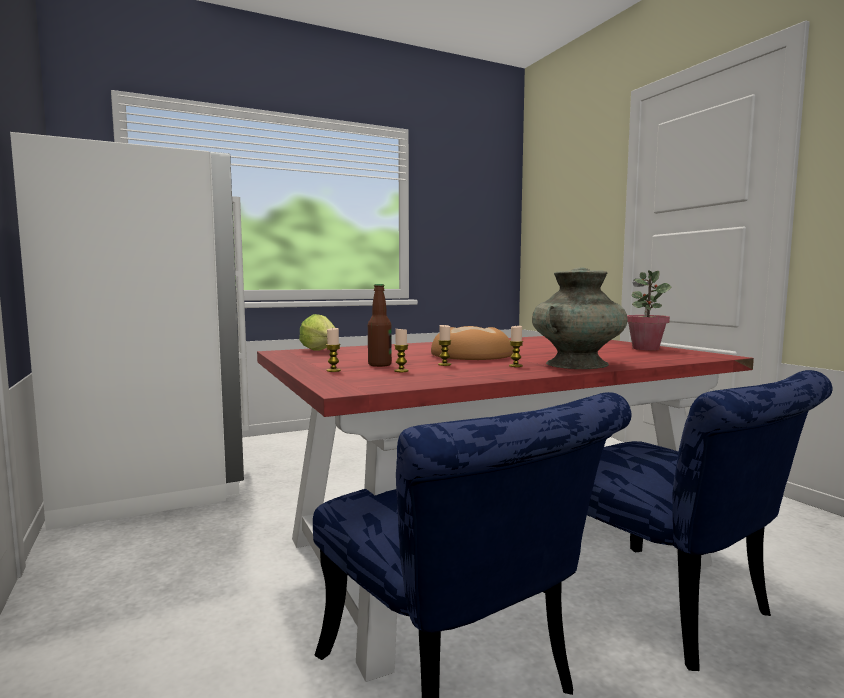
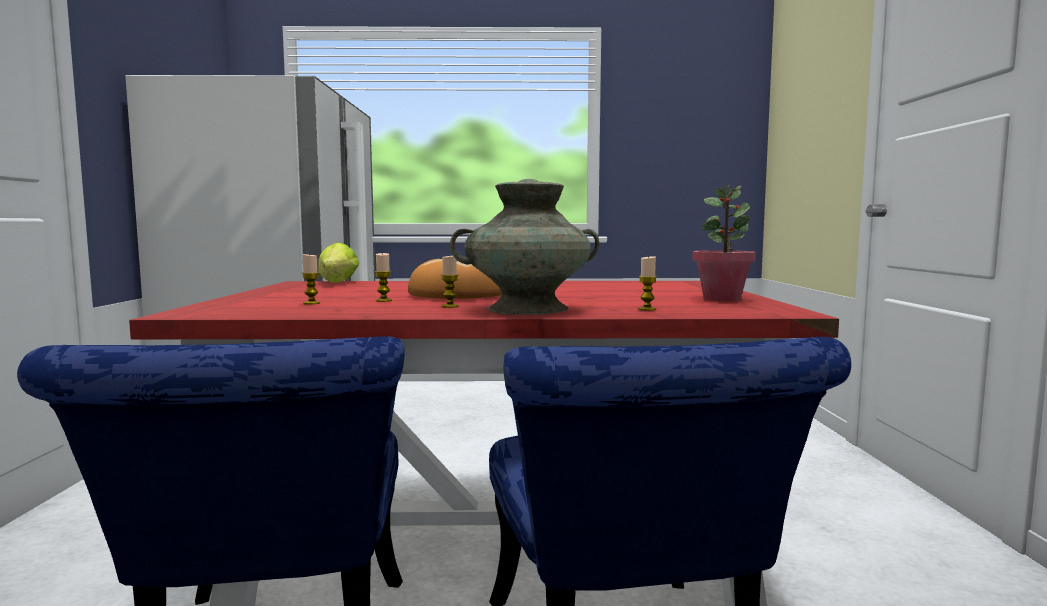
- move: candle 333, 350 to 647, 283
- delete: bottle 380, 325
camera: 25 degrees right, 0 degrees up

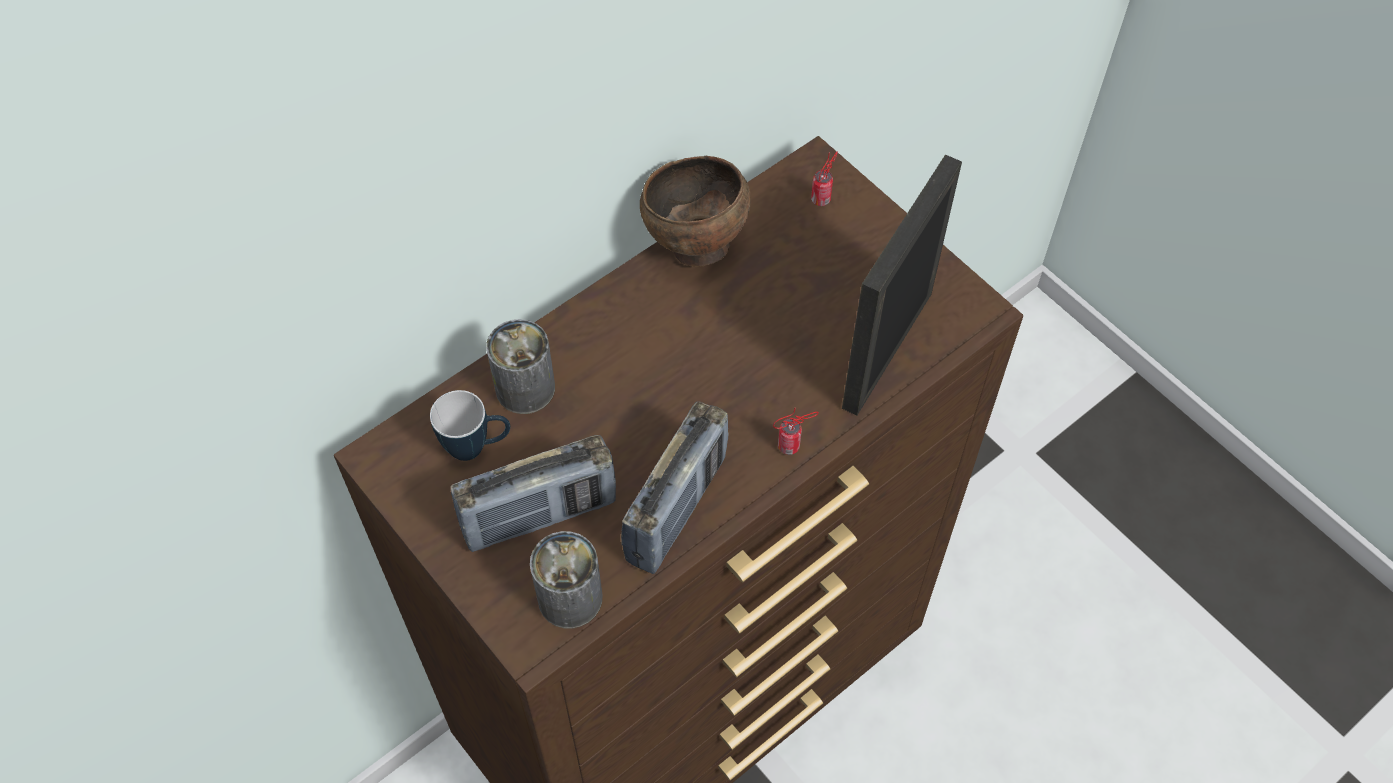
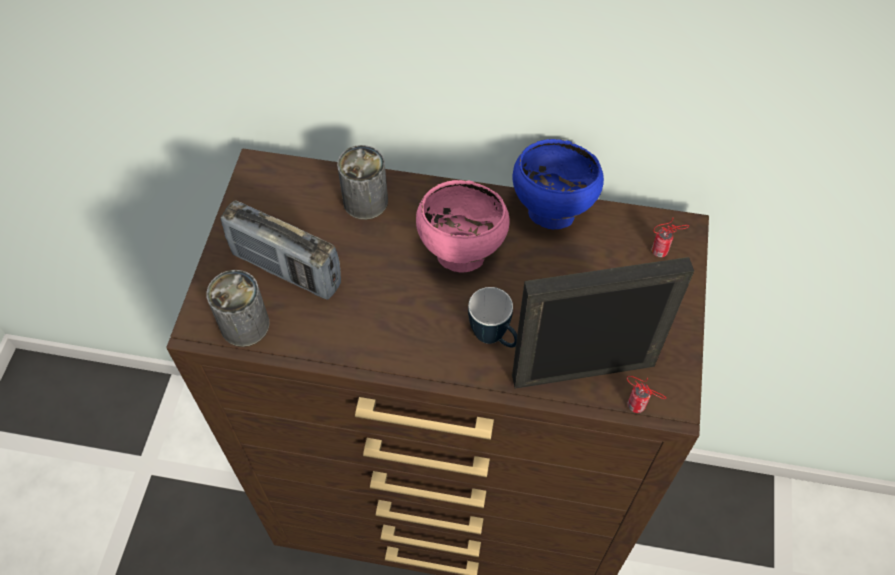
- move: mug 470, 425 to 492, 317
- delete: radio 675, 487
- recolor: bowl (brown) 695, 211 to bowl (blue) 558, 184
- move: can 796, 431 to 646, 394
- insert: bowl (pink) 463, 226
camera: 50 degrees right, 0 degrees up

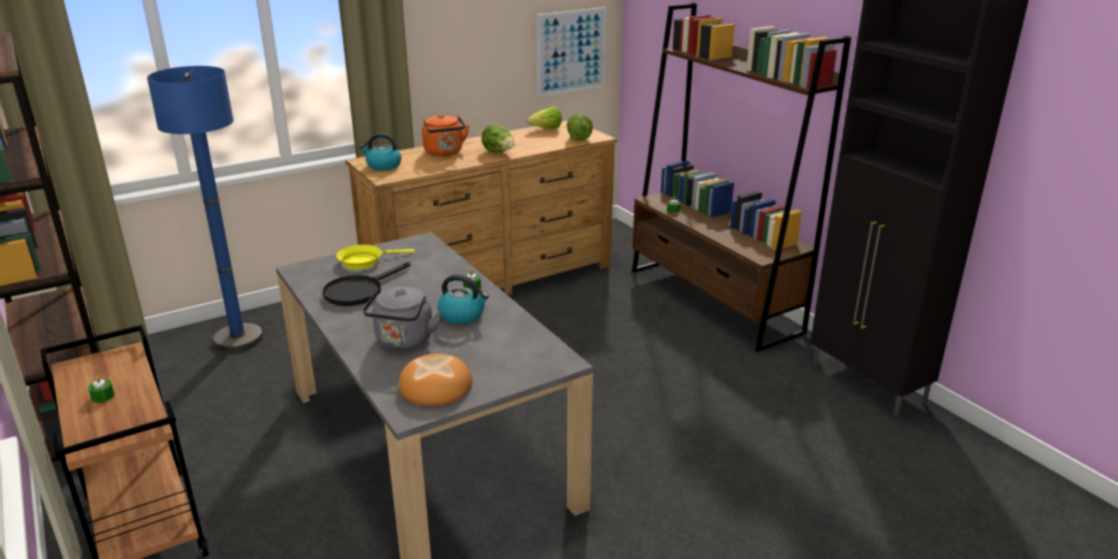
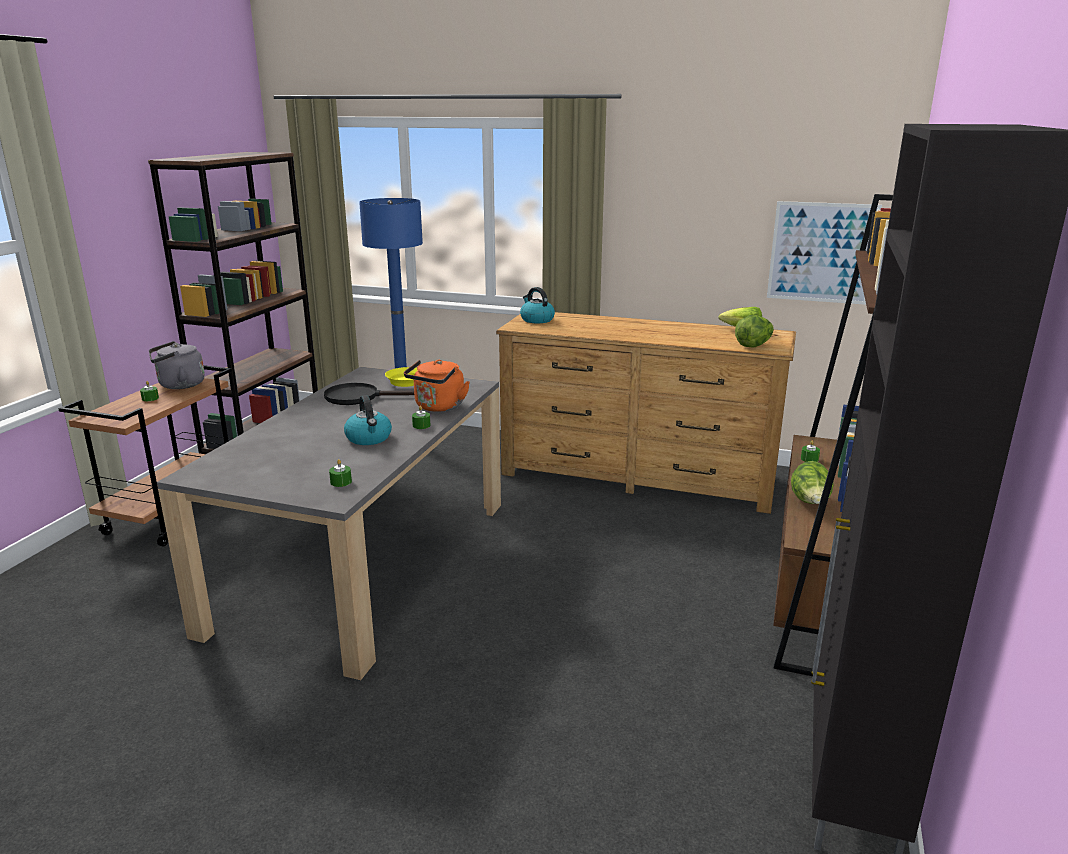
- move: kettle (grey) 402, 318 to 177, 365
- delete: bread 435, 380
- move: kettle (orange) 446, 135 to 437, 385
- move: lettuce 497, 138 to 812, 482
- insert: candle (green) 340, 473
camera: 50 degrees right, 5 degrees down

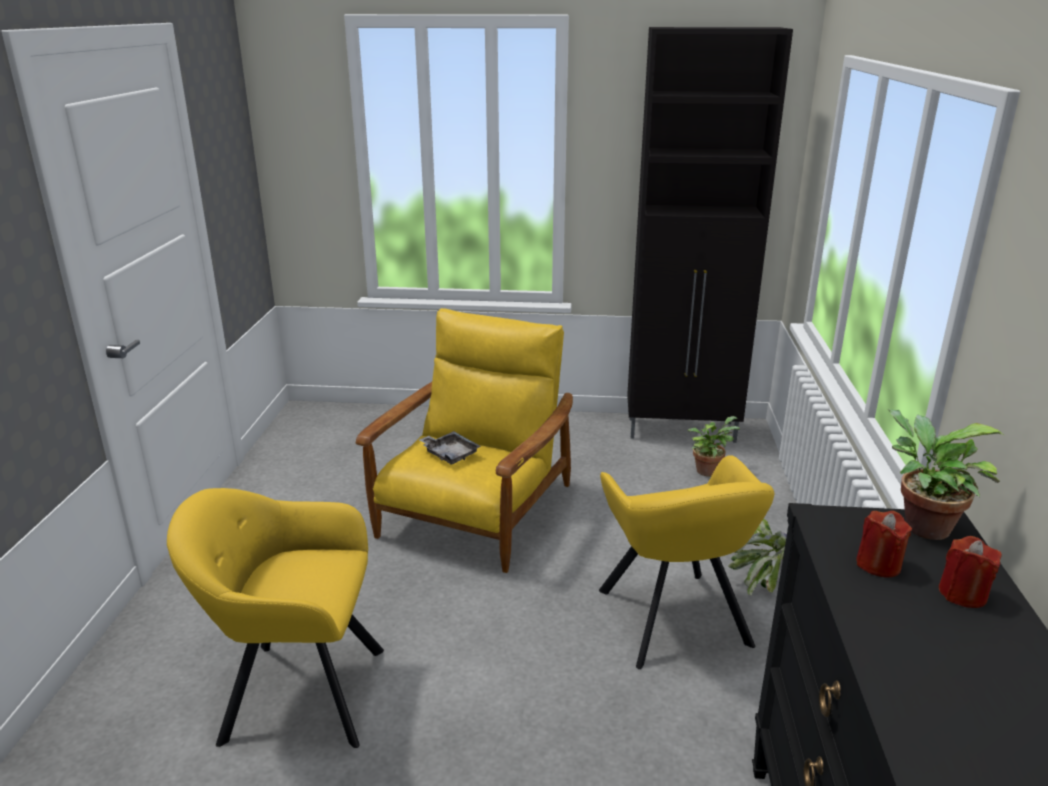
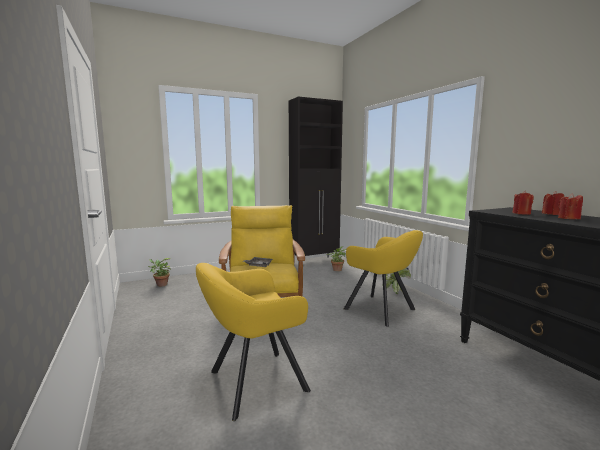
- move: potted plant 946, 474 to 159, 272
- insert: candle (red) 570, 206
camera: 30 degrees left, 15 degrees down

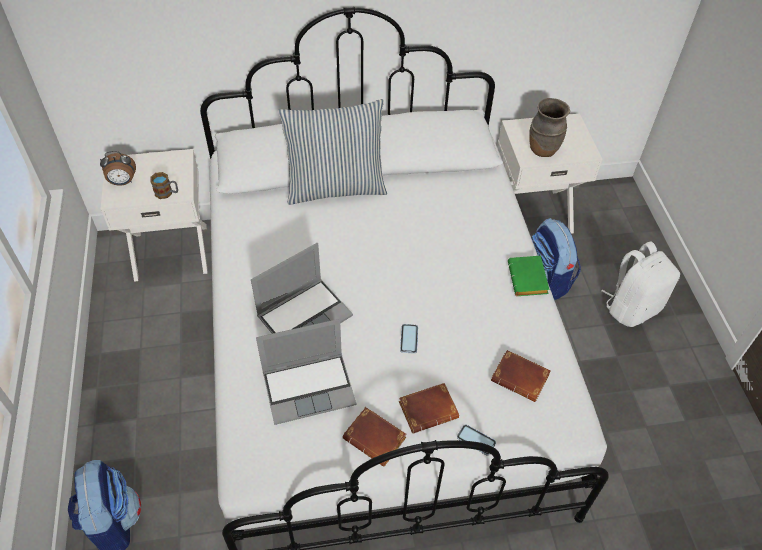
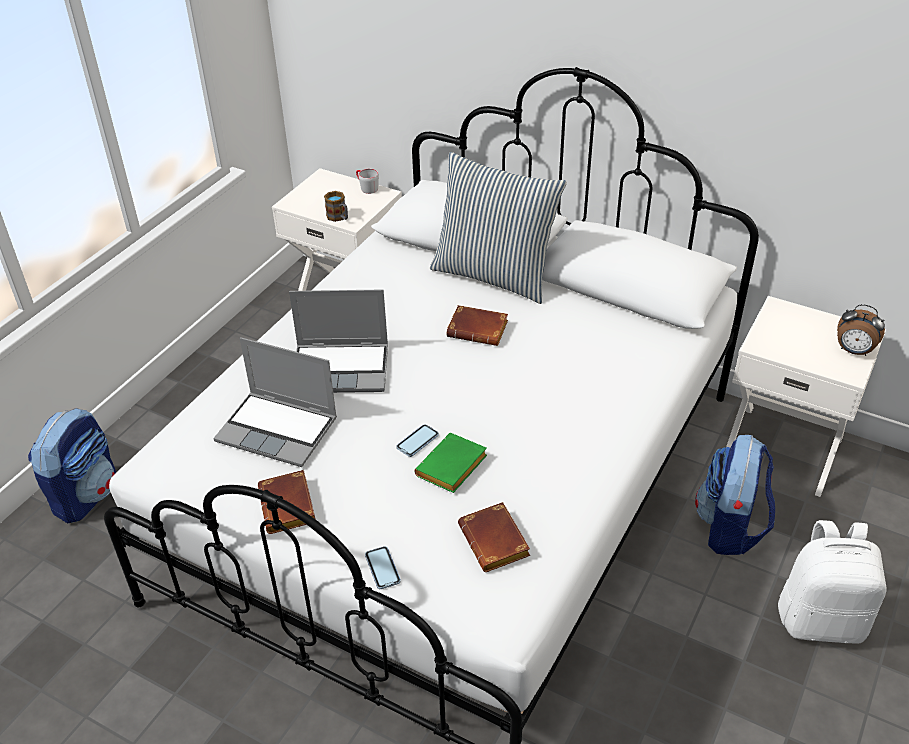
- move: alarm clock 118, 168 to 861, 330
- move: book (brown) 429, 408 to 477, 325
- move: book (green) 529, 276 to 450, 463
- delete: vase (brown) 549, 127
- insert: mug (grey) 367, 181
camera: 40 degrees right, 10 degrees down

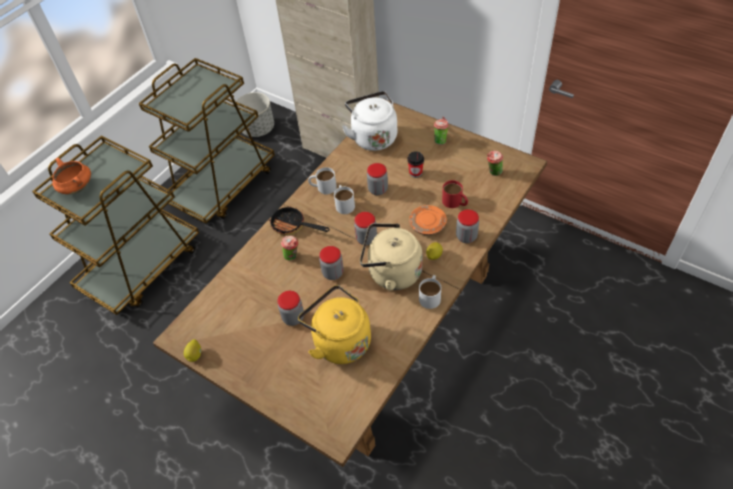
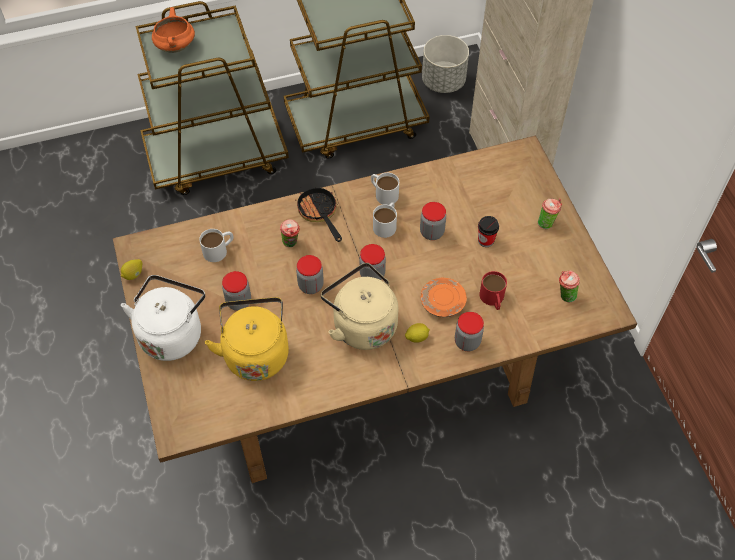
- move: kettle (white) 369, 121 to 163, 318
- move: mug (white) 430, 292 to 216, 245
camera: 35 degrees right, 5 degrees up

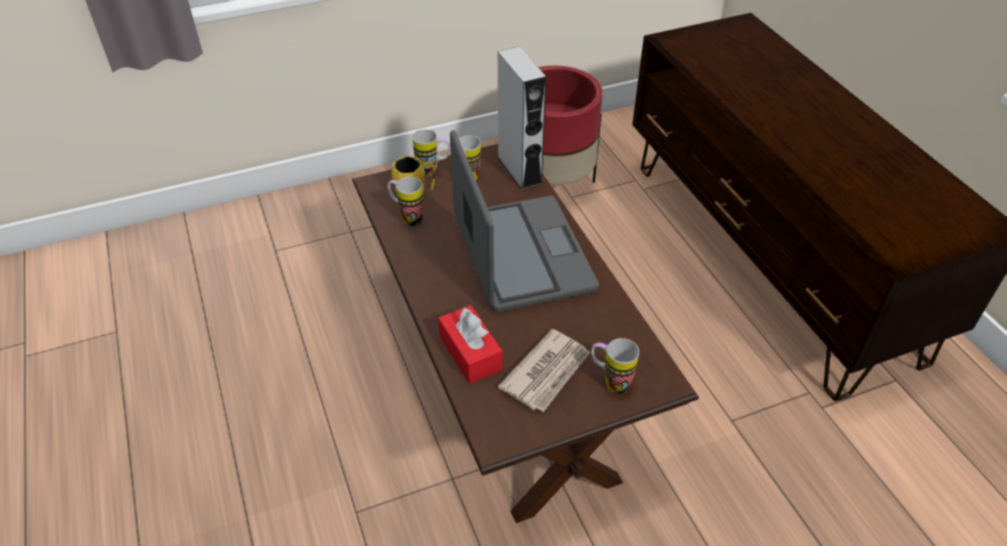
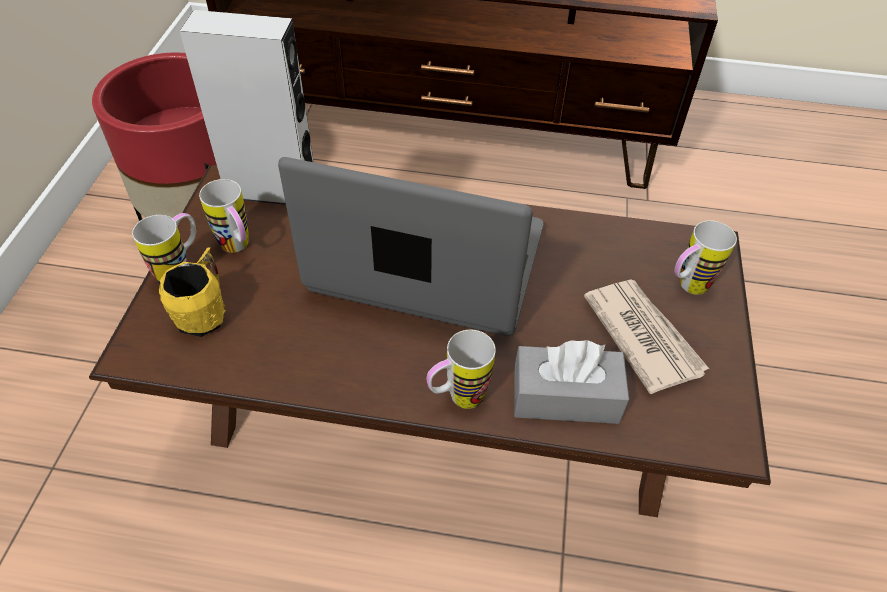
- move: mug 405, 201 to 461, 369
- recolor: tissue box (red) 470, 344 to tissue box (grey) 571, 382
camera: 60 degrees left, 5 degrees up

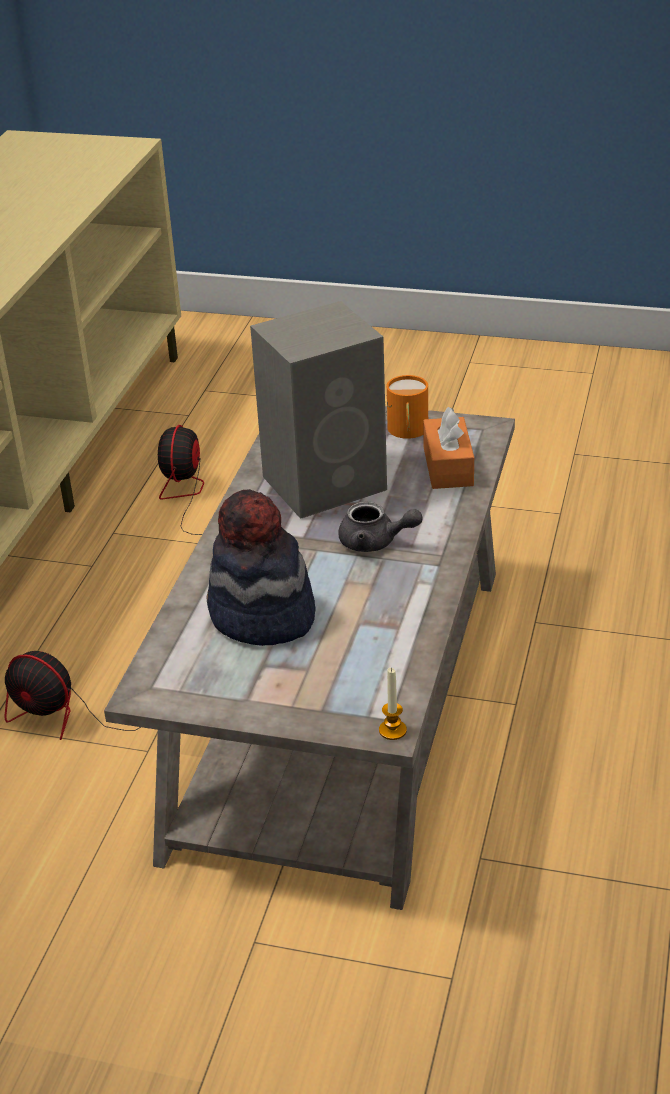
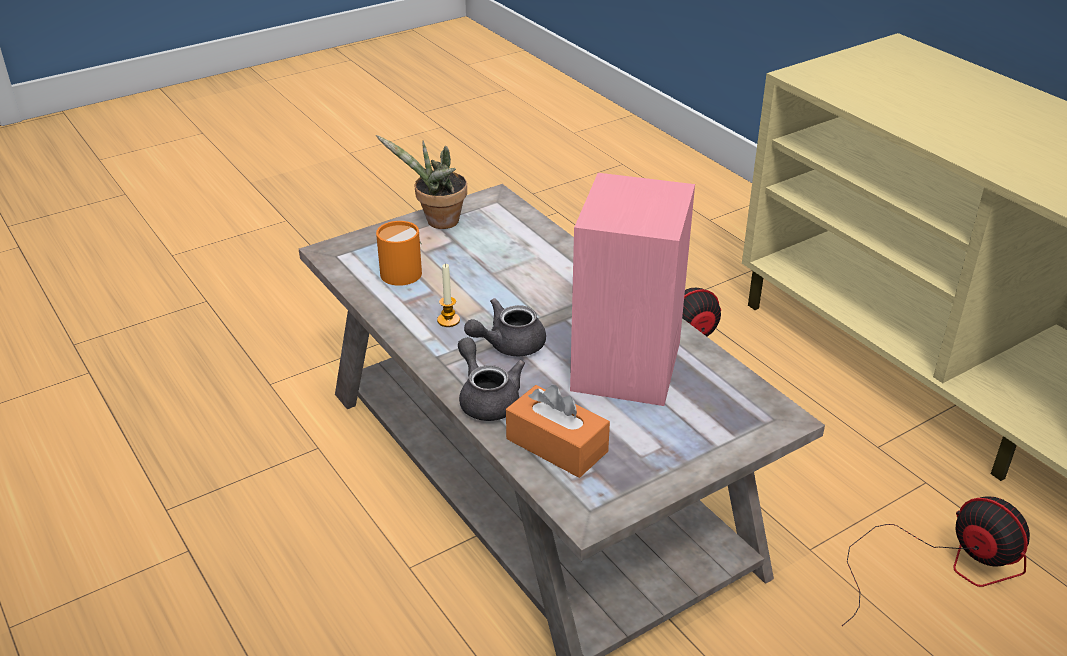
- delete: hat 261, 567
- recolor: speaker (grey) 318, 410 to speaker (pink) 632, 289
- move: candle 393, 704 to 448, 295
- move: mug (orange) 407, 407 to 399, 253
- insert: potted plant 421, 182
- insert: teapot (grey) 491, 379
camera: 130 degrees right, 0 degrees up

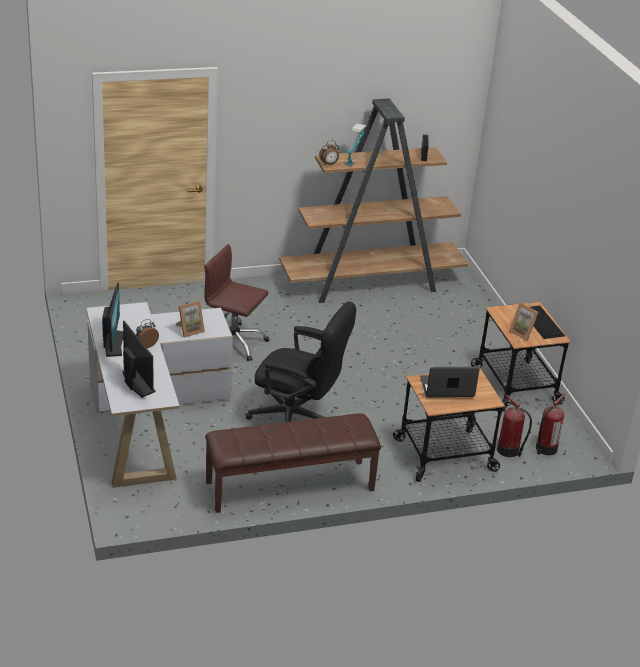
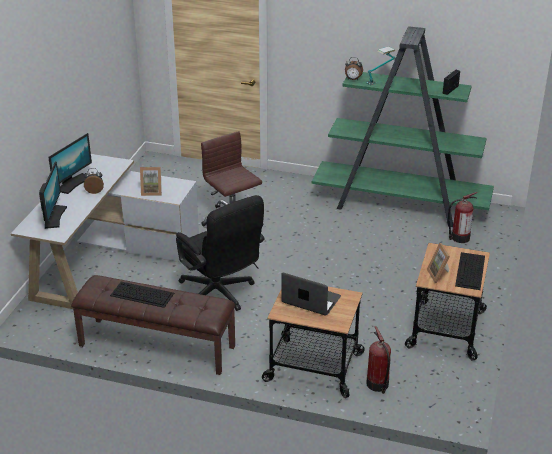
- recolor: bookcase (brown) 373, 200 to bookcase (green) 402, 126
- move: fire extinguisher 551, 424 to 462, 217
- insert: keyboard 142, 295
camera: 35 degrees right, 0 degrees up

